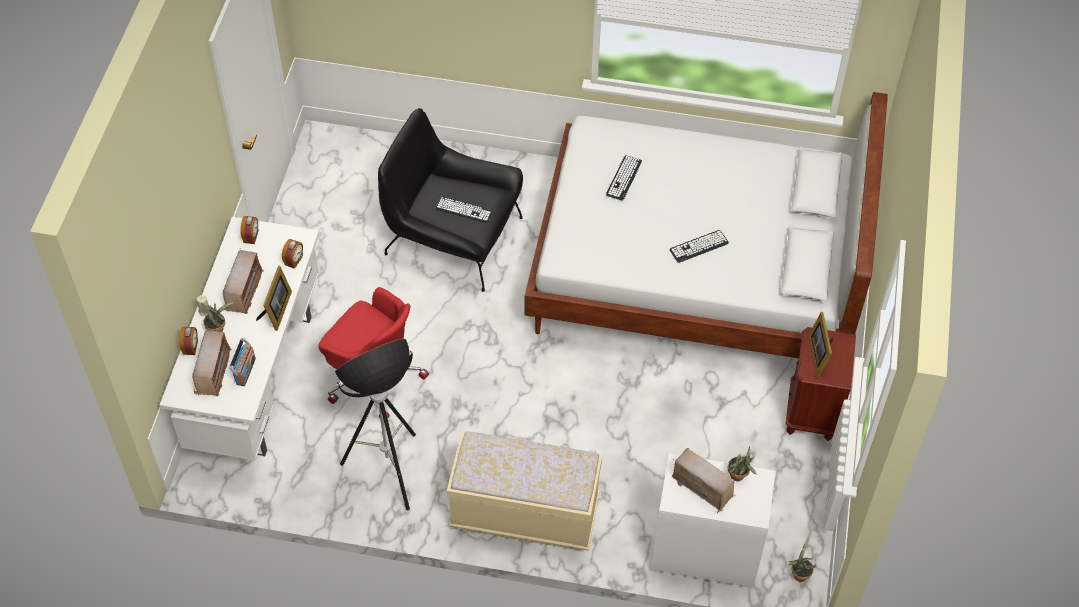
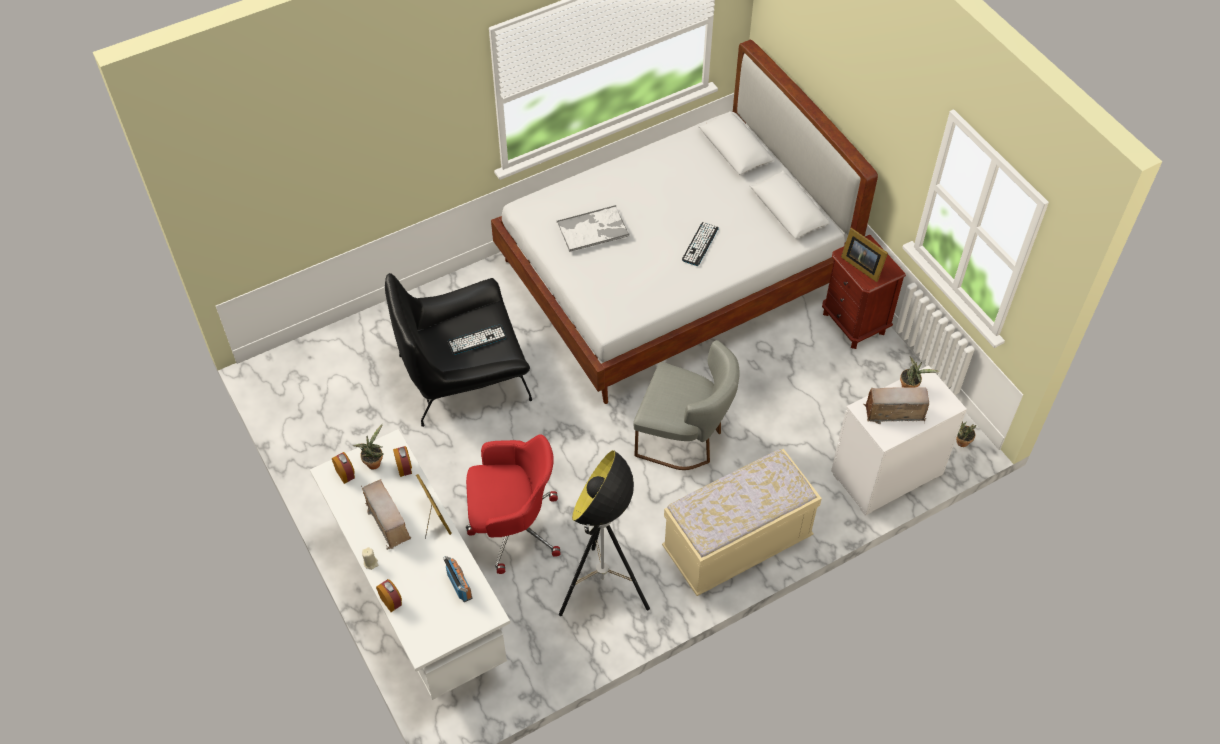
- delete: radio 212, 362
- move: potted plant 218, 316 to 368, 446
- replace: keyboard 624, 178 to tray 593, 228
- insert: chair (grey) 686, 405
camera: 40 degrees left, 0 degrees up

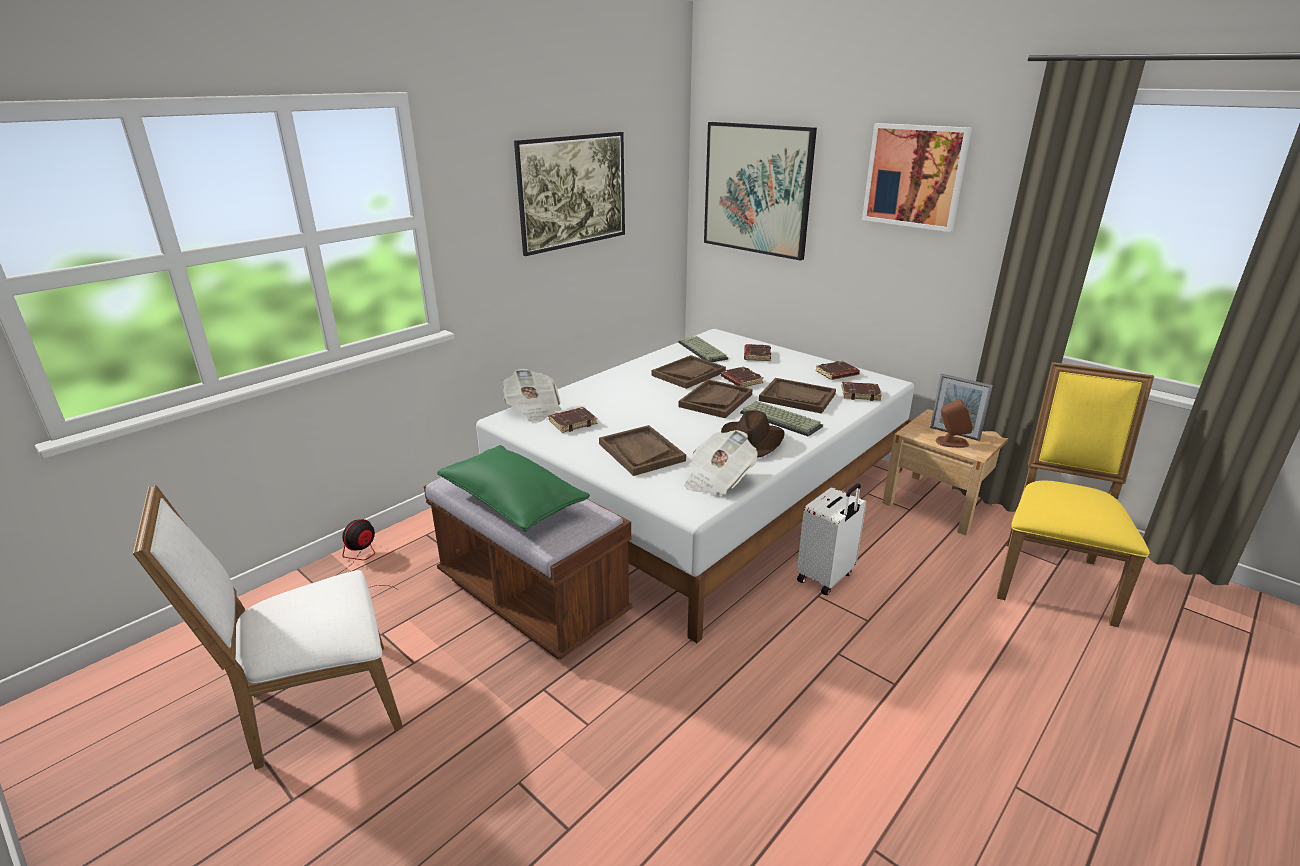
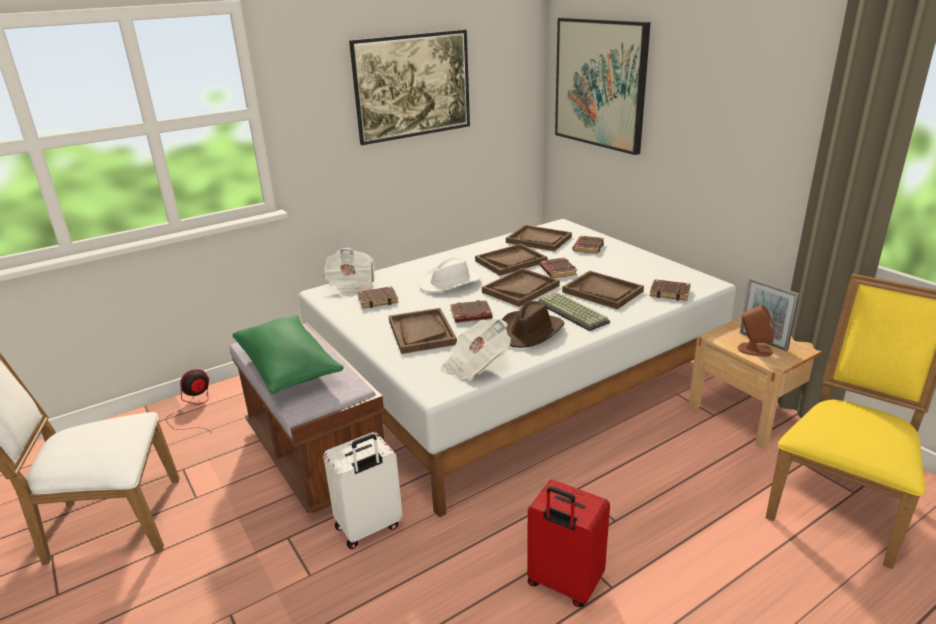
- replace: keyboard 703, 349 to tray (brown) 539, 238
- move: suitcase (white) 831, 539 to 363, 490
- move: book (brown) 837, 370 to 471, 311
- delete: picture 917, 177
- insert: hat (white) 450, 274
- insert: suitcase (red) 568, 543
camera: 15 degrees right, 0 degrees up

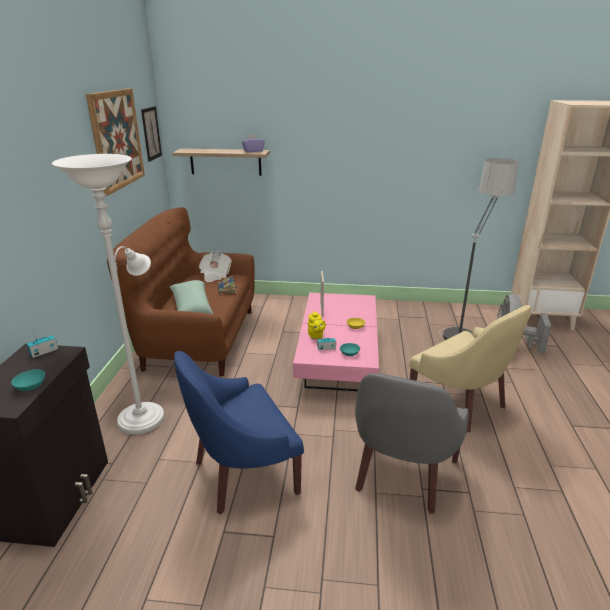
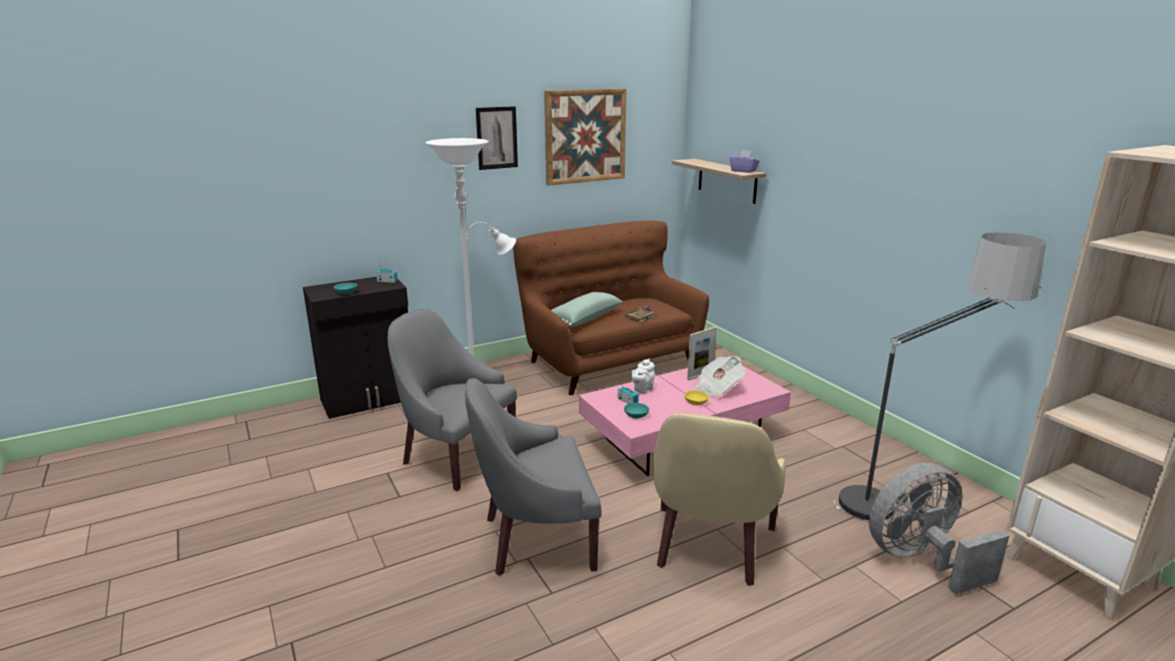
- move: picture 151, 134 to 497, 138
- recolor: armchair (blue) 239, 433 to armchair (grey) 452, 400
- move: newspaper 215, 266 to 719, 377
- recolor: teapot (yellow) 317, 325 to teapot (white) 643, 376
camera: 55 degrees right, 5 degrees down

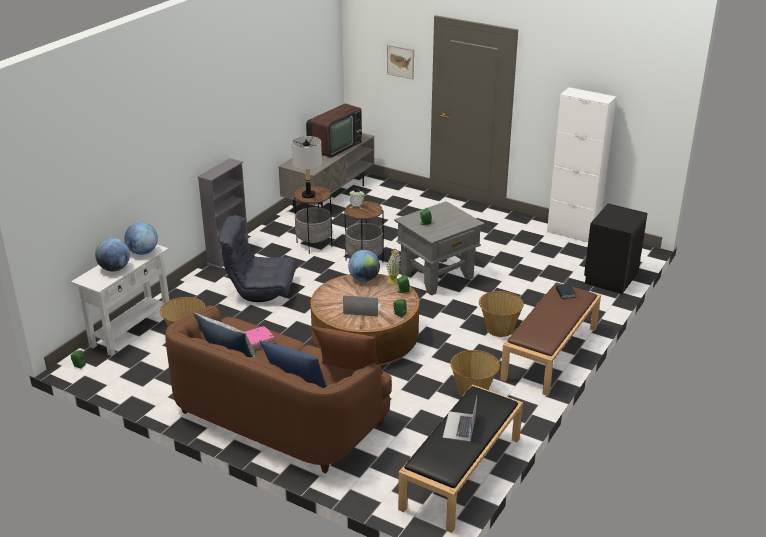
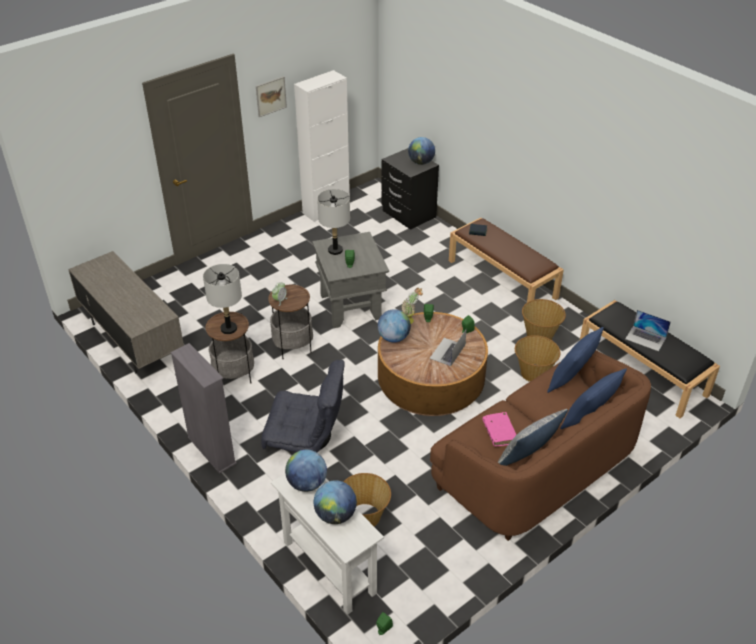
- rotate: armchair (grey) 257, 259 = 303, 406 105 degrees counterclockwise
- delete: television 334, 131
- recolor: pillow (brown) 347, 350 to pillow (blue) 575, 360
- move: picture 400, 62 to 271, 96
- move: basket 501, 314 to 537, 358
- insert: table lamp (grey) 333, 222
- insert: globe 421, 151
camera: 70 degrees left, 10 degrees up

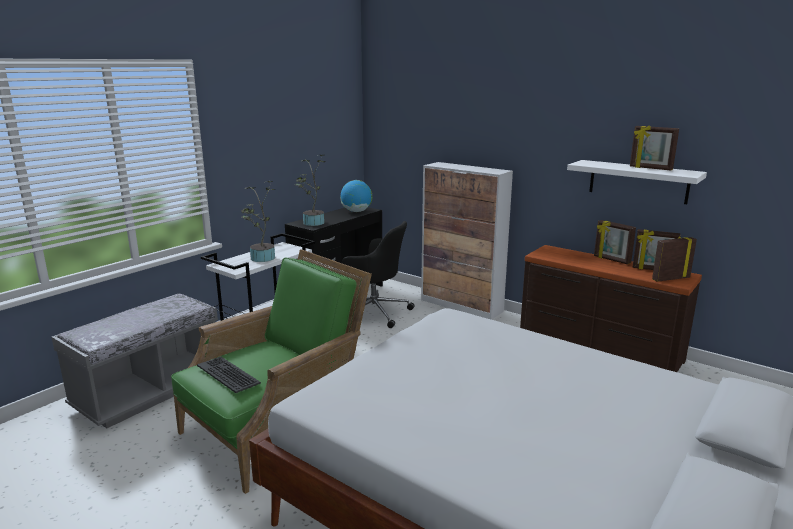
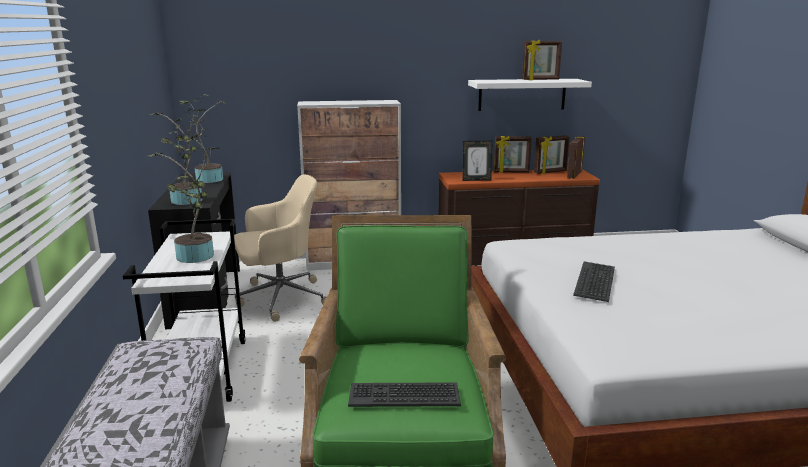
- replace: globe 356, 196 to potted plant 201, 138
- recolor: office chair (black) 378, 274 to office chair (beige) 280, 248
- insert: picture frame 477, 161
- insert: keyboard 594, 282
camera: 45 degrees left, 0 degrees up

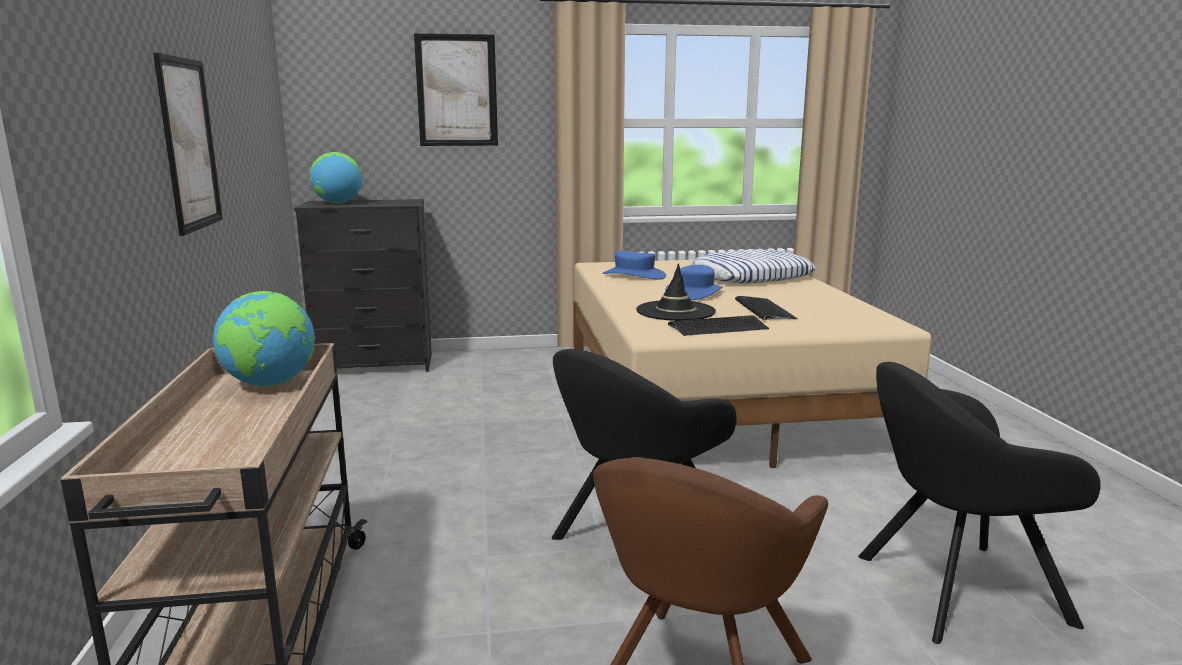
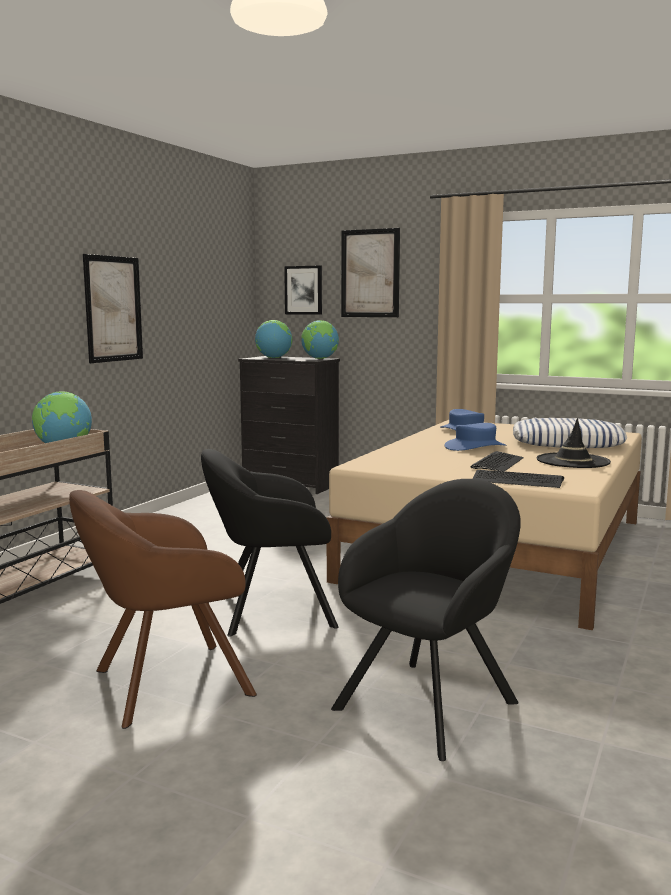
- move: hat (black) 676, 292 to 573, 443
- move: keyboard 718, 325 to 518, 479
- rotate: armchair (black) 979, 503 = 426, 620 105 degrees clockwise
- insert: picture 303, 290
- insert: globe 320, 339
camera: 35 degrees right, 5 degrees down

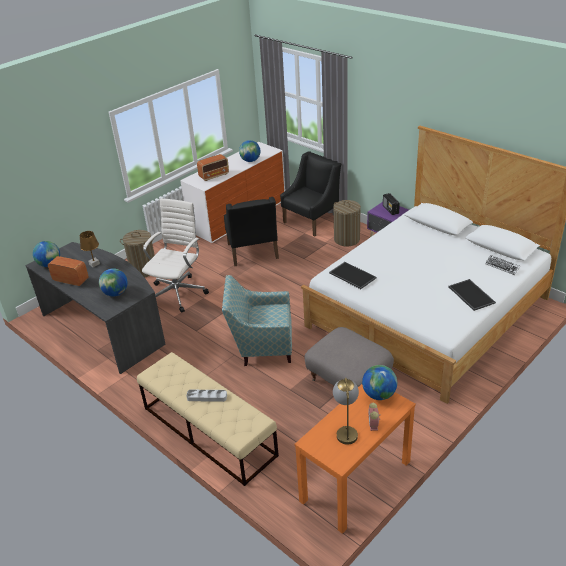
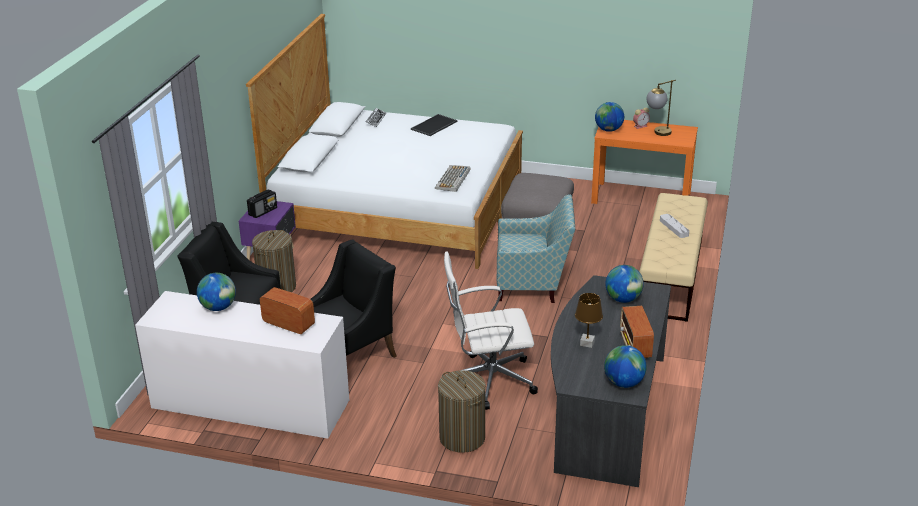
- rotate: armchair 257, 320 = 536, 249 60 degrees counterclockwise
- replace: tray 353, 275 to keyboard 453, 178
camera: 120 degrees left, 5 degrees down

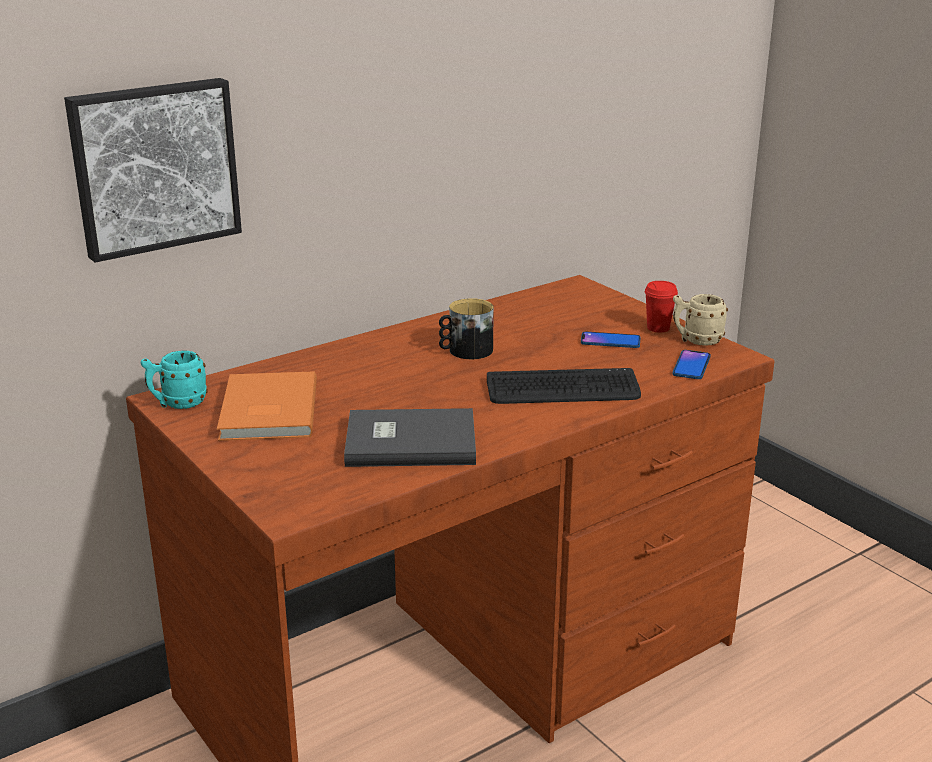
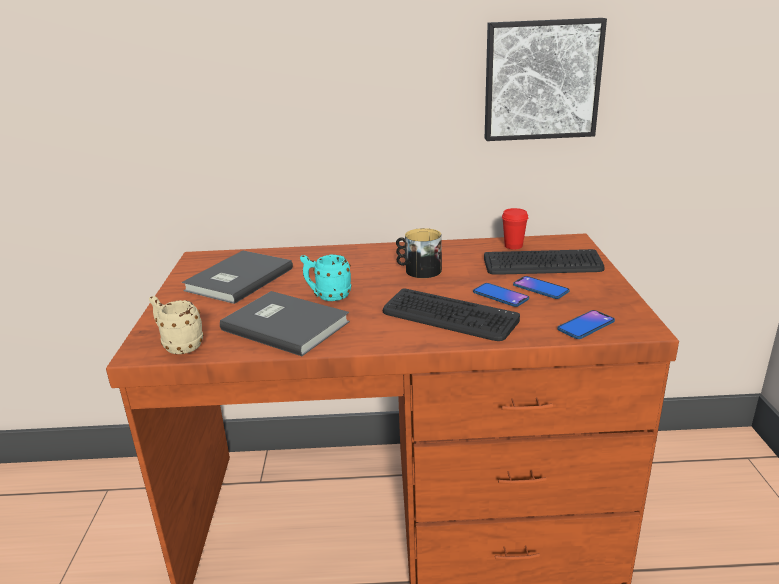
- move: picture 153, 170 to 546, 79
- move: mug (turquoise) 174, 379 to 325, 278
- recolor: book (orange) 267, 406 to book (grey) 237, 277
- move: cup (red) 661, 307 to 515, 229
- move: mug (beige) 700, 320 to 176, 325
- insert: phone 501, 295
- insert: keyboard 544, 262
camera: 35 degrees right, 0 degrees up

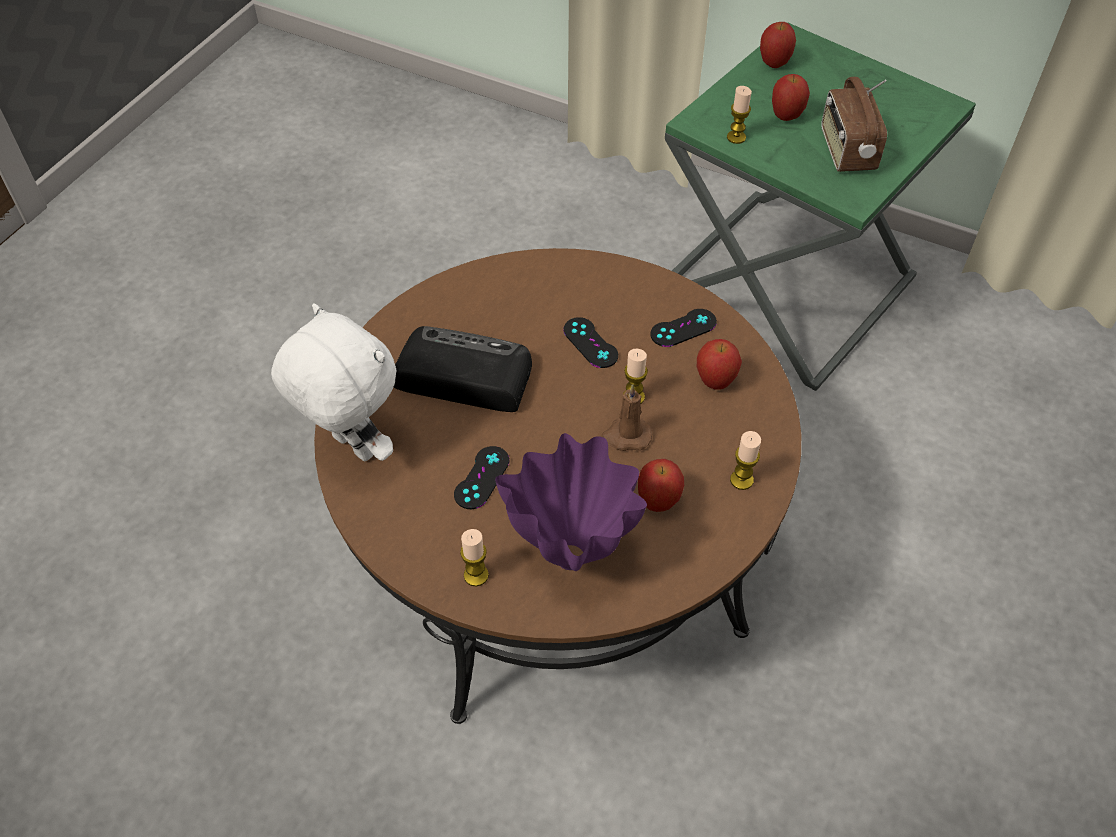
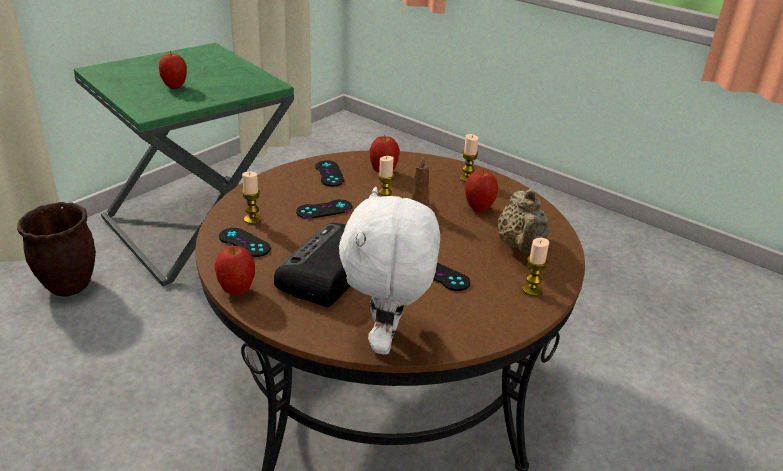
- rotate: plush toy (white) 333, 382 = 389, 271 45 degrees counterclockwise
- replace: vase (purple) 571, 502 to teapot (beige) 523, 221
- move: candle 739, 115 to 252, 198
- move: apple 778, 45 to 234, 270
- delete: radio 854, 124
- insert: planter (brown) 56, 249
- insert: game controller (black) 245, 242
camera: 80 degrees left, 20 degrees down

